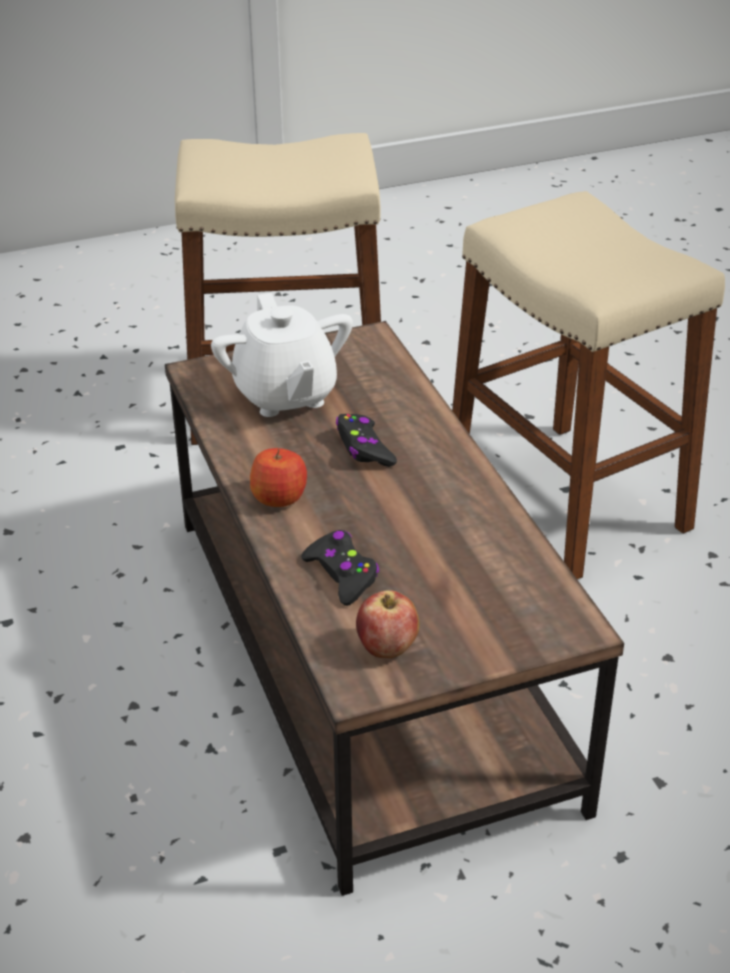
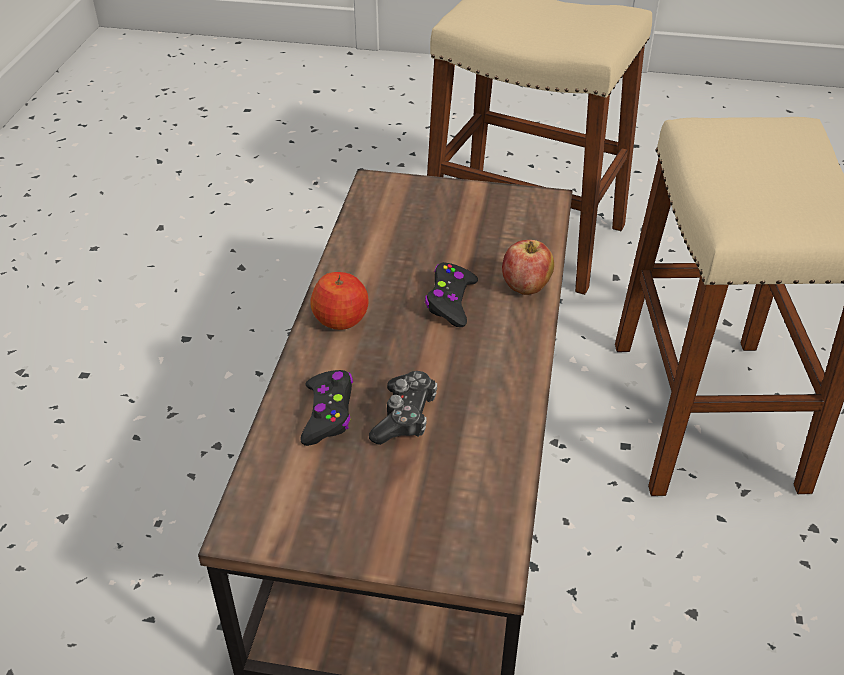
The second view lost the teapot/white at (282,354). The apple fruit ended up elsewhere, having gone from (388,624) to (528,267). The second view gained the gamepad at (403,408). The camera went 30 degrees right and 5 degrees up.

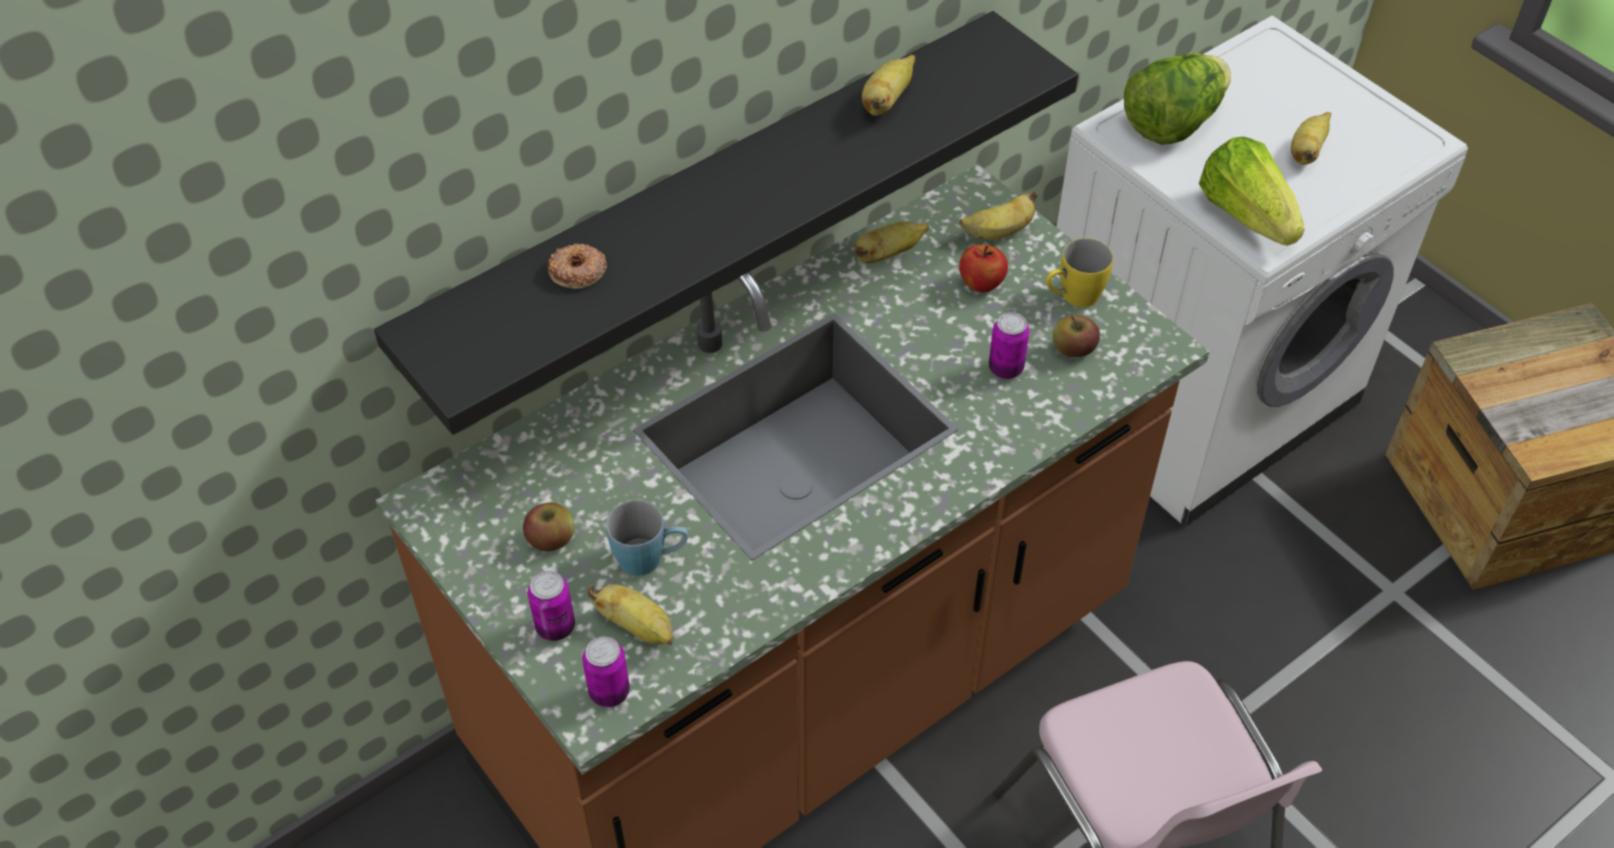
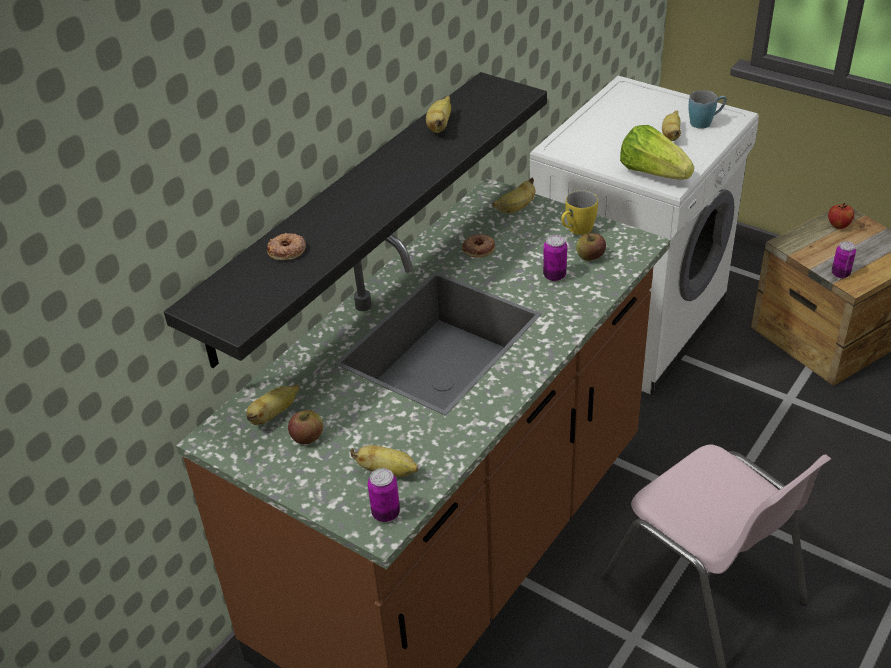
The metal can ended up elsewhere, having gone from (551,606) to (844,259). The tea mug/blue ended up elsewhere, having gone from (647,538) to (708,109). The banana ended up elsewhere, having gone from (892,242) to (273,405). The apple fruit ended up elsewhere, having gone from (983,268) to (841,216). The second view lost the lettuce at (1177,99). The second view gained the ring doughnut at (478,246). The camera went 15 degrees left and 10 degrees down.

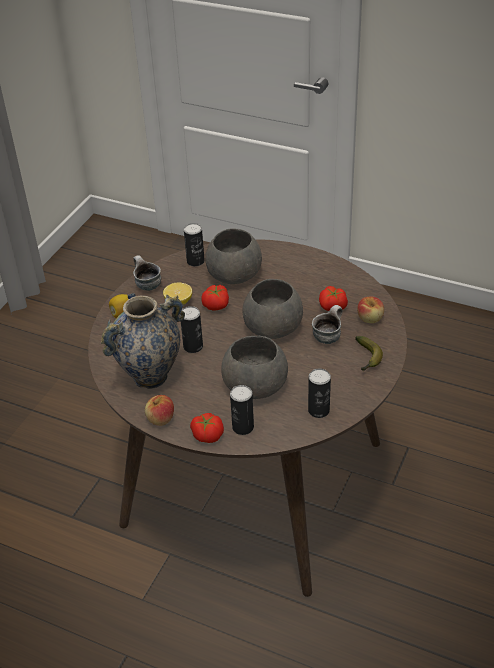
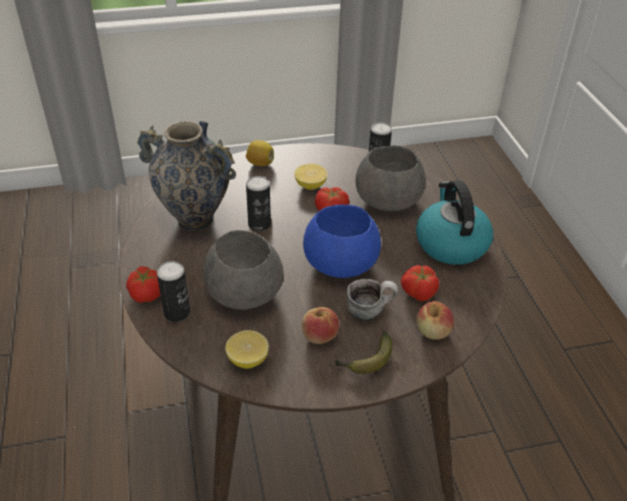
The second view lost the tea mug at (147,272). The apple fruit ended up elsewhere, having gone from (159,410) to (320,325). What was the deep dish/greyish at (272,309) turned into the deep dish/blue at (342,241). Where the metal can stood at (319,393), the lemon came to stand at (247,349). The second view gained the water kettle at (454,222). The camera went 50 degrees right and 0 degrees up.

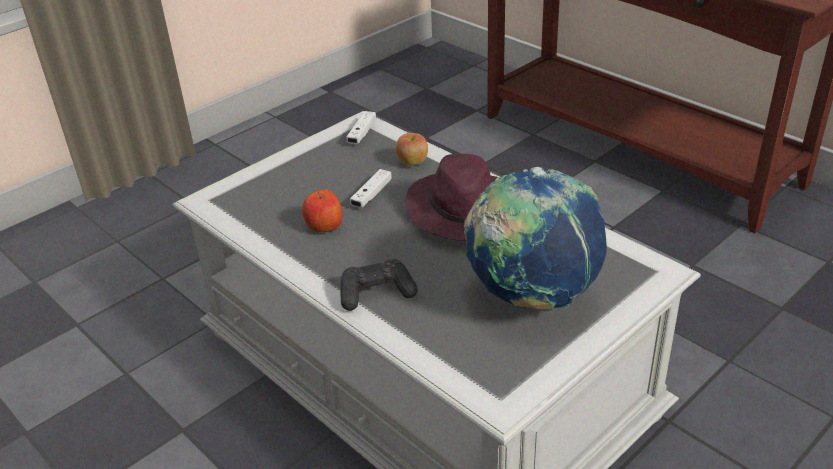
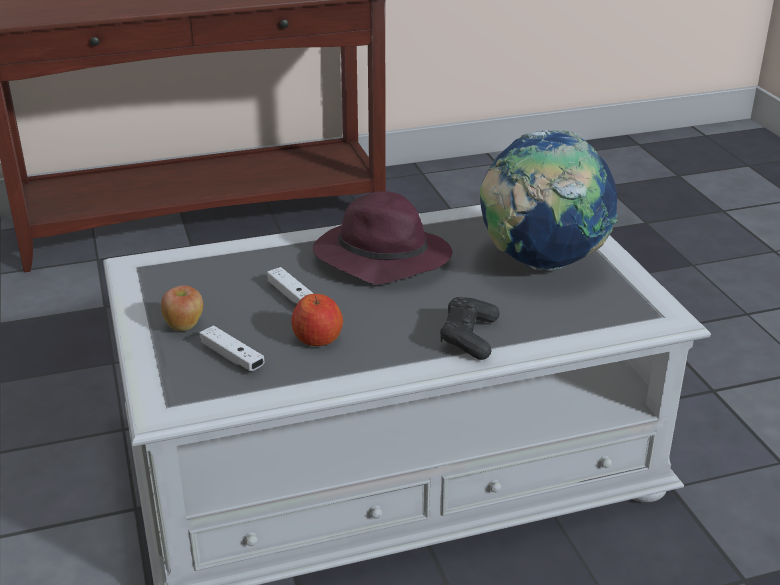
The gamepad/white ended up elsewhere, having gone from (361,127) to (232,348). The apple fruit ended up elsewhere, having gone from (412,149) to (182,308). The camera went 65 degrees left and 5 degrees down.

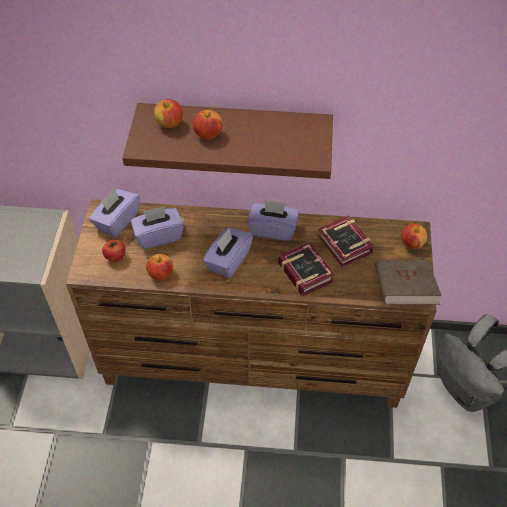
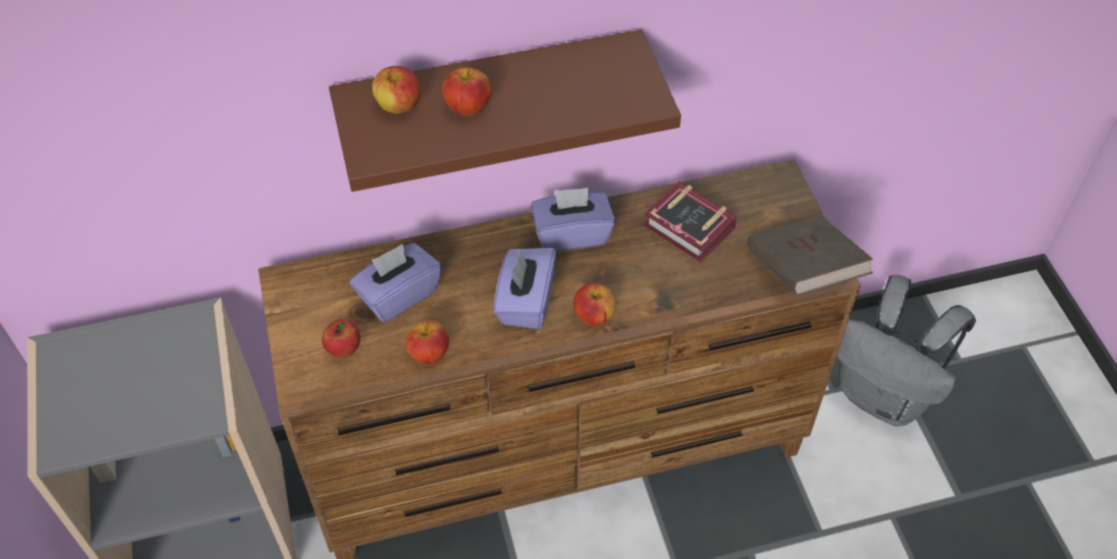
The second view lost the tissue box/purplish at (114,212). The second view lost the book at (306,269). The apple fruit ended up elsewhere, having gone from (414,236) to (594,304). The camera went 20 degrees left and 0 degrees up.

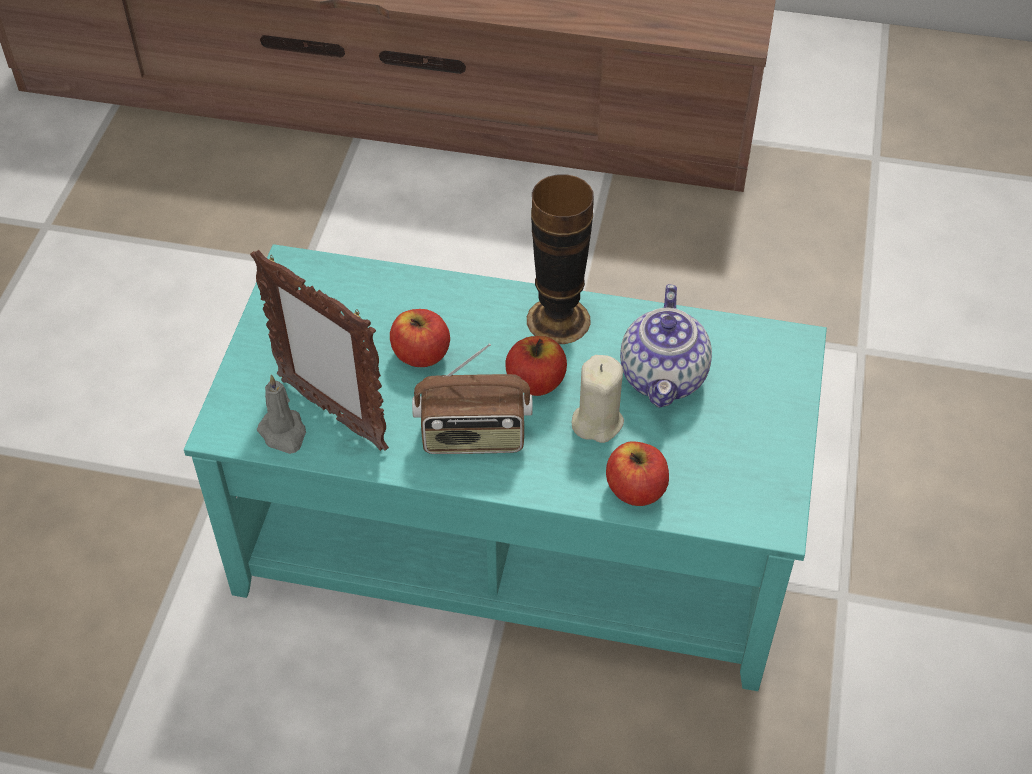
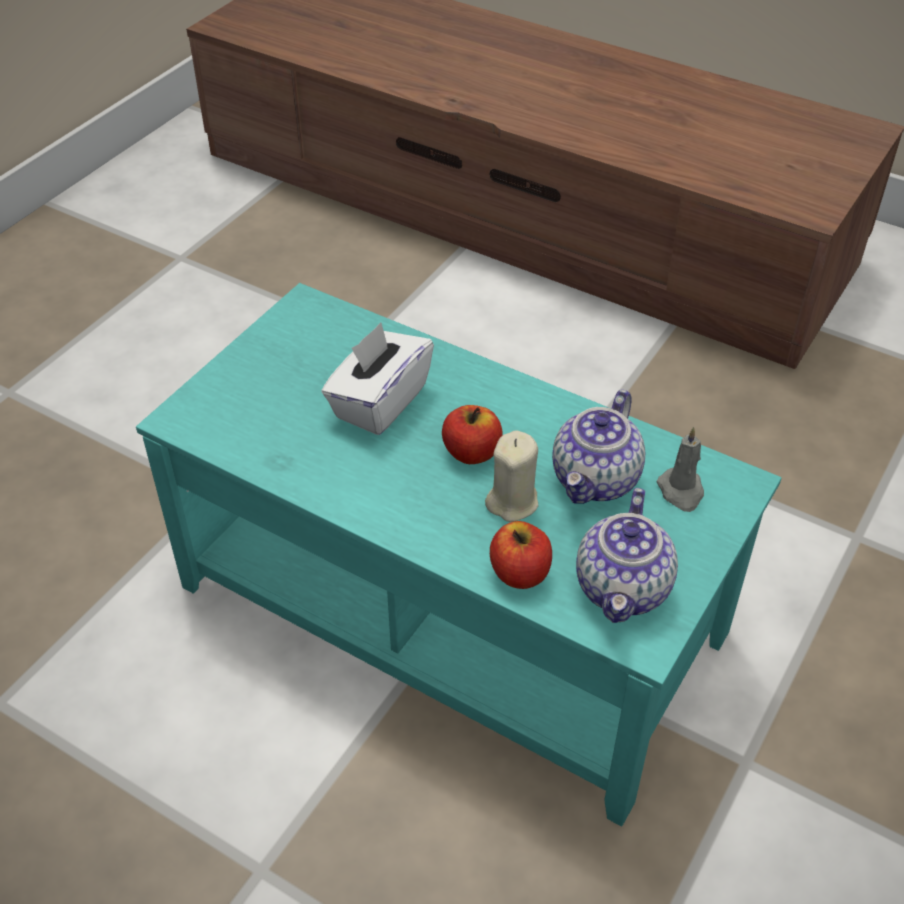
The second view lost the photo frame at (319,350). The wax light/greyish ended up elsewhere, having gone from (281,414) to (680,469). Where the apple fruit stood at (420,338), the tissue box/white came to stand at (377,378). The second view lost the radio at (472,398). The second view lost the flower vase at (560,259). The second view gained the teapot at (627,555). The camera went 20 degrees right and 5 degrees down.

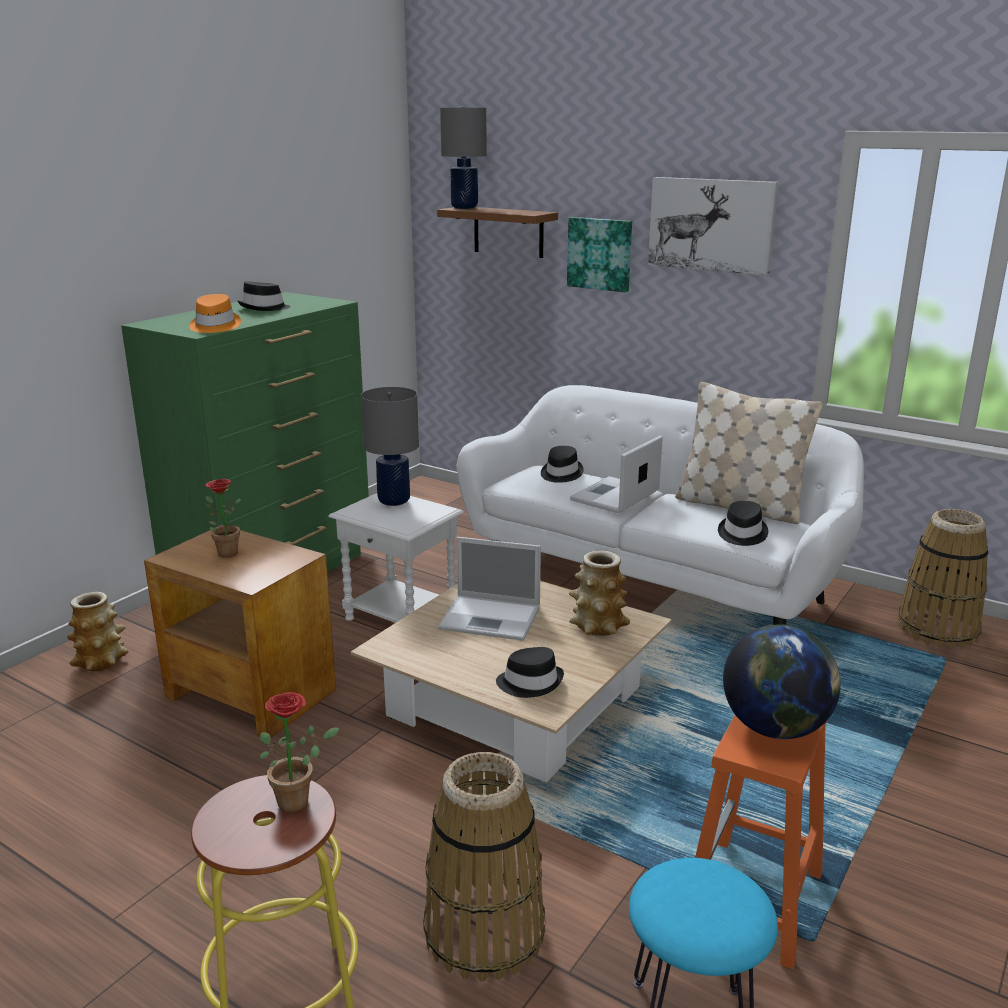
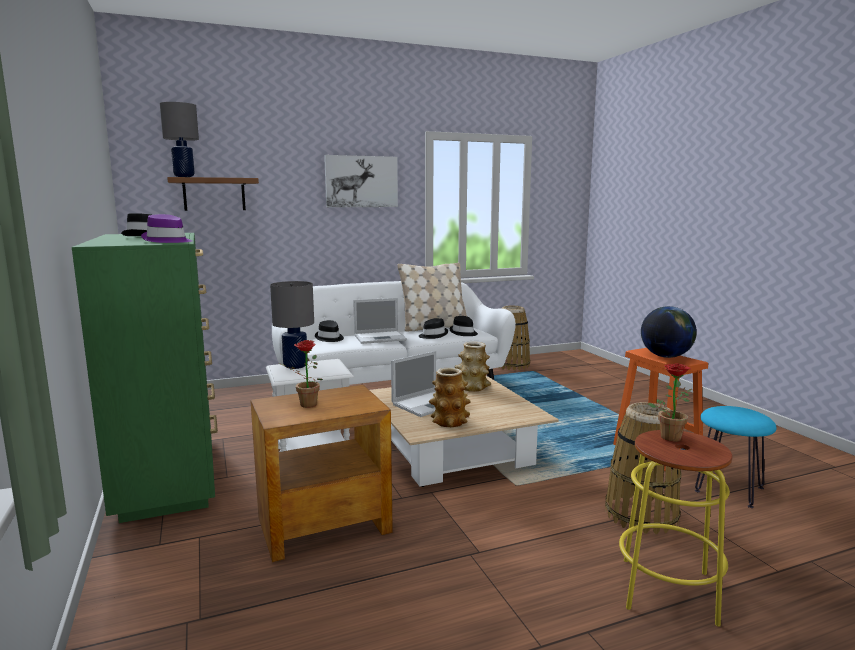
The flower vase ended up elsewhere, having gone from (97,631) to (450,397). What was the clothing hat/orangey at (215,313) turned into the clothing hat/purplish at (166,228). The clothing hat/black ended up elsewhere, having gone from (530,672) to (433,328). The second view lost the picture at (599,254). The portable computer at (616,474) ended up facing another way, 90 degrees counterclockwise from before. The camera went 55 degrees left and 10 degrees down.

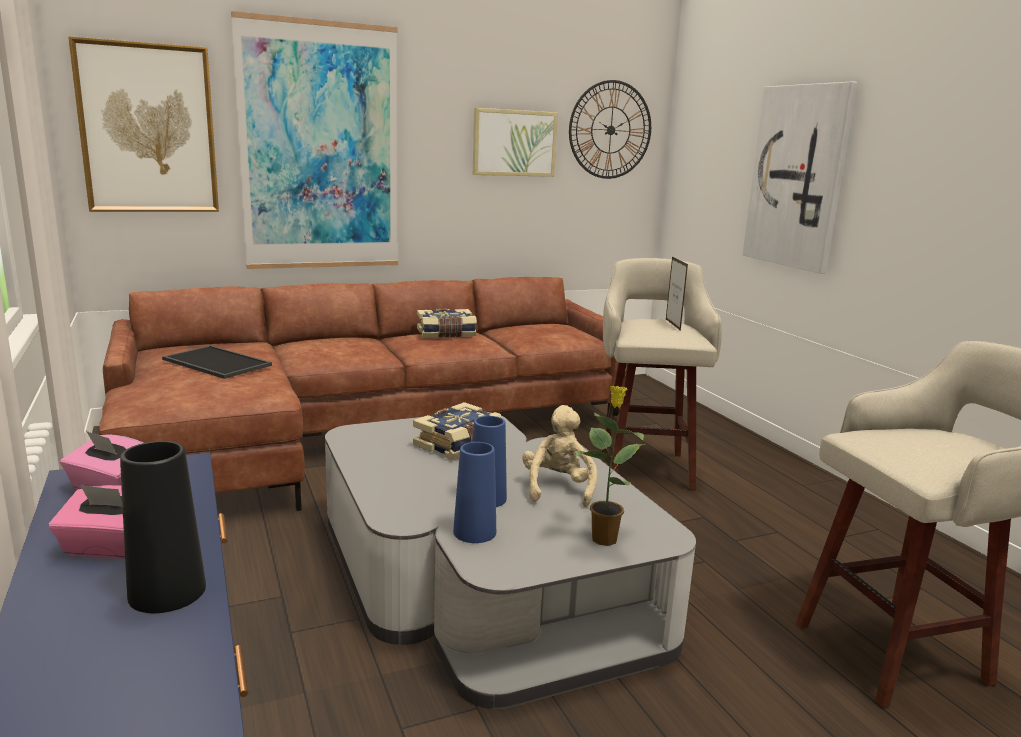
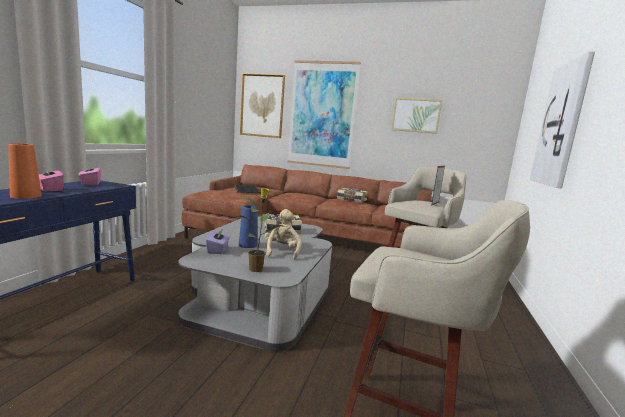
What was the flower vase/black at (163,527) turned into the flower vase/orangey at (25,171). Where the flower vase/blue stood at (474,492), the tissue box/purplish came to stand at (218,241). The cuddly toy/beige at (559,456) ended up facing another way, 45 degrees counterclockwise from before. The second view lost the wall clock at (610,129). The camera went 40 degrees right and 5 degrees down.

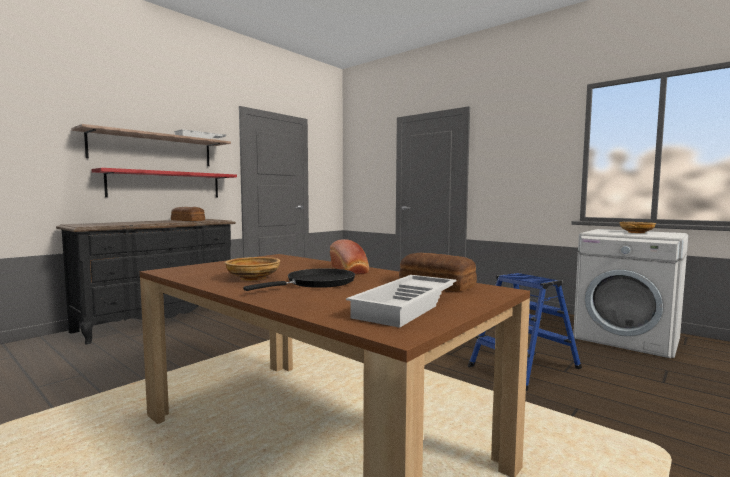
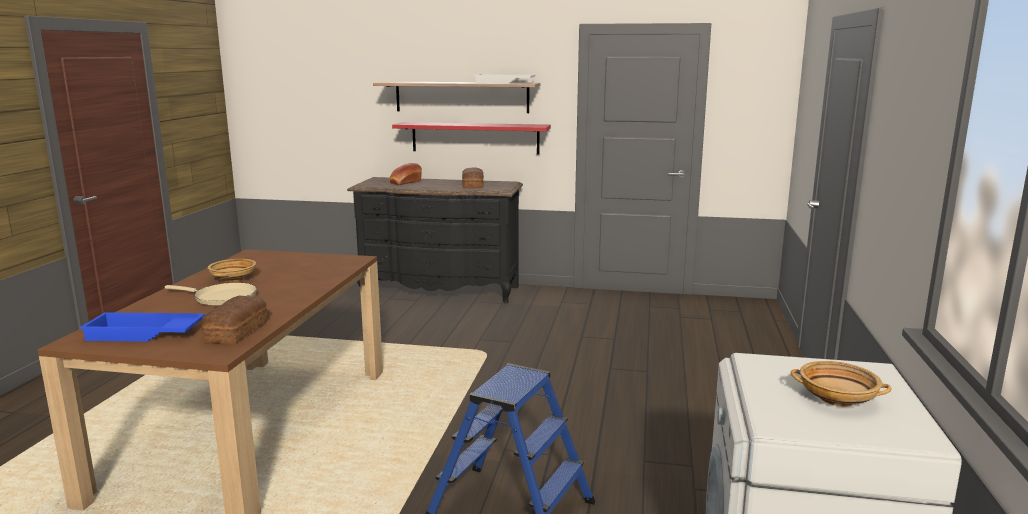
What was the frying pan/black at (299,279) turned into the frying pan/beige at (211,294). The baked bread ended up elsewhere, having gone from (349,257) to (406,174). What was the serving tray/white at (401,301) turned into the serving tray/blue at (142,327). The camera went 60 degrees right and 10 degrees up.

